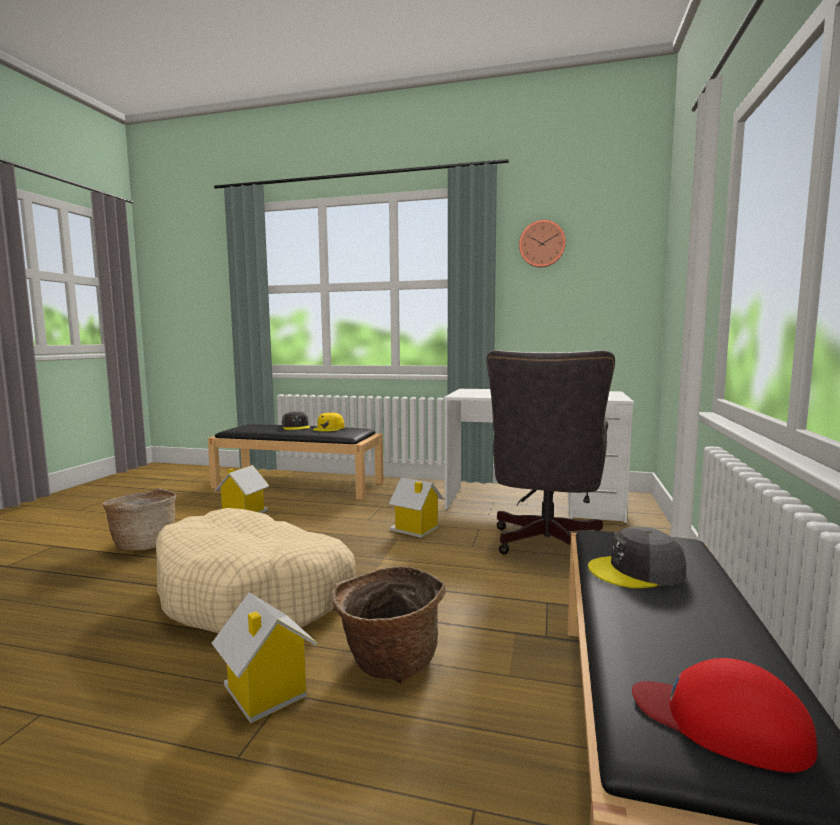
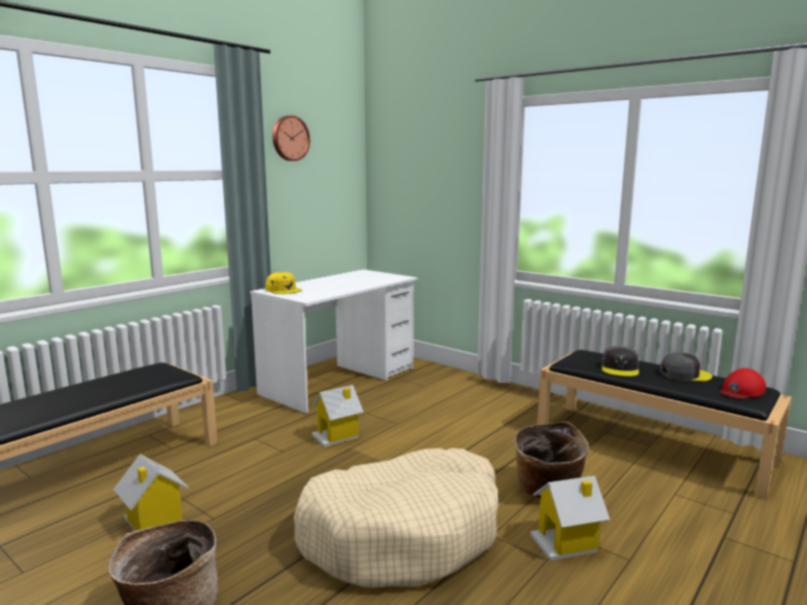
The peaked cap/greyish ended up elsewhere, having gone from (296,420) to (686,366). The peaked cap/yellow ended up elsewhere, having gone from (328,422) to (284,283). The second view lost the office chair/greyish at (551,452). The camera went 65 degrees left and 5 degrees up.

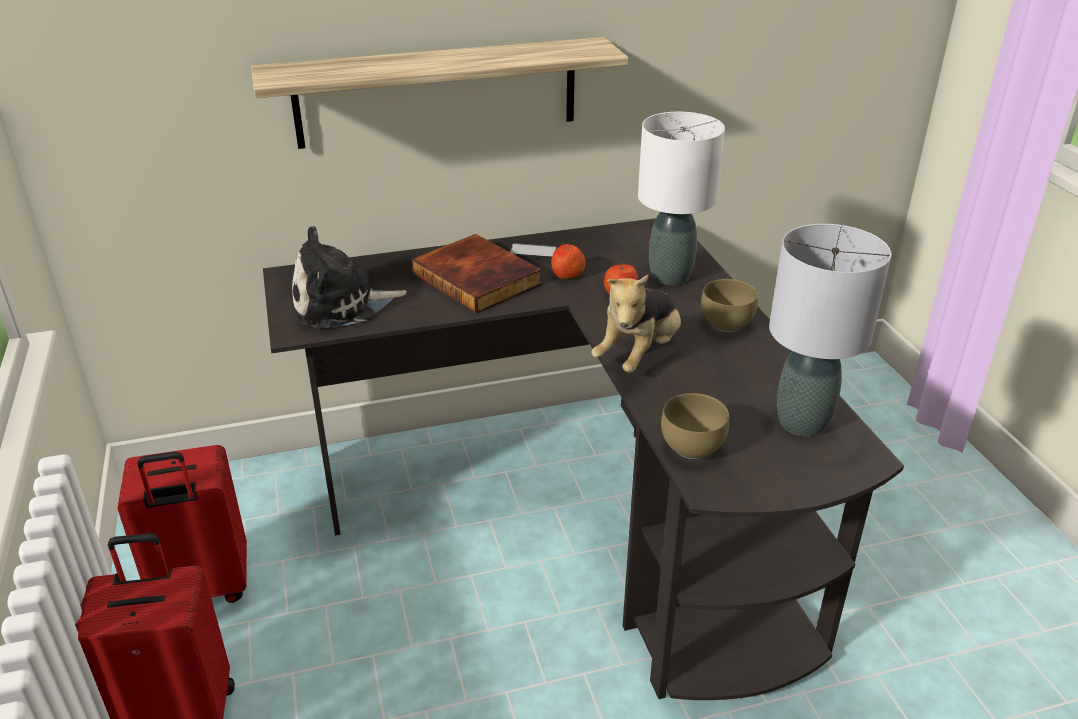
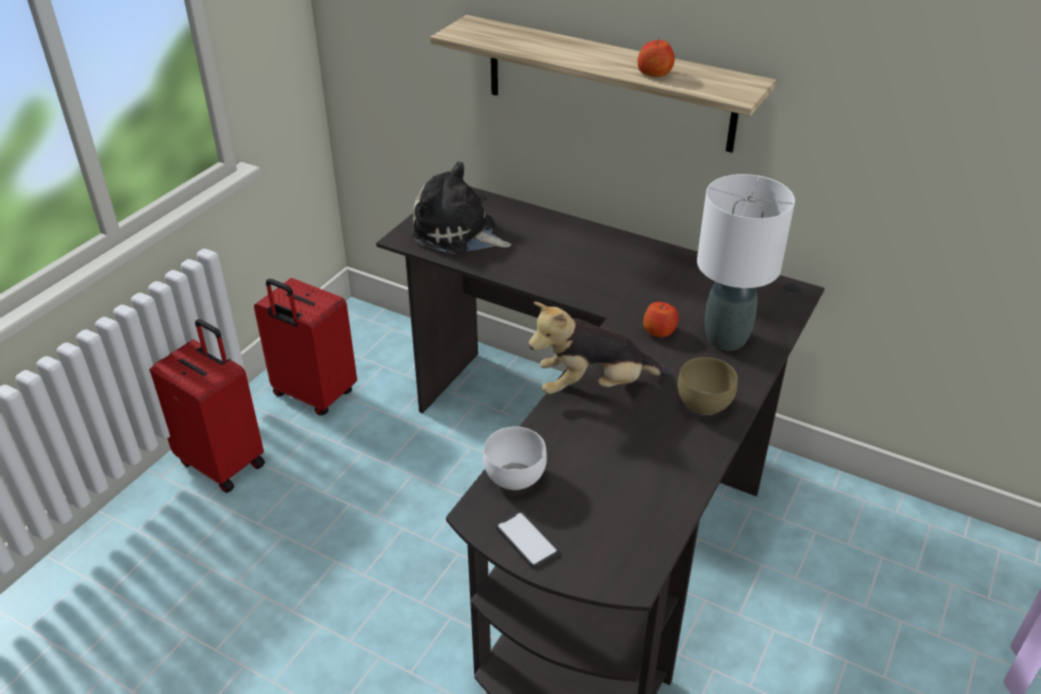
The second view lost the book at (477,273). The handset ended up elsewhere, having gone from (533,251) to (527,539). The apple fruit ended up elsewhere, having gone from (568,261) to (656,57). What was the deep dish/brownish at (695,426) turned into the deep dish/white at (515,458). The second view lost the tabletop lamp/greyish at (830,330). The camera went 45 degrees right and 5 degrees up.

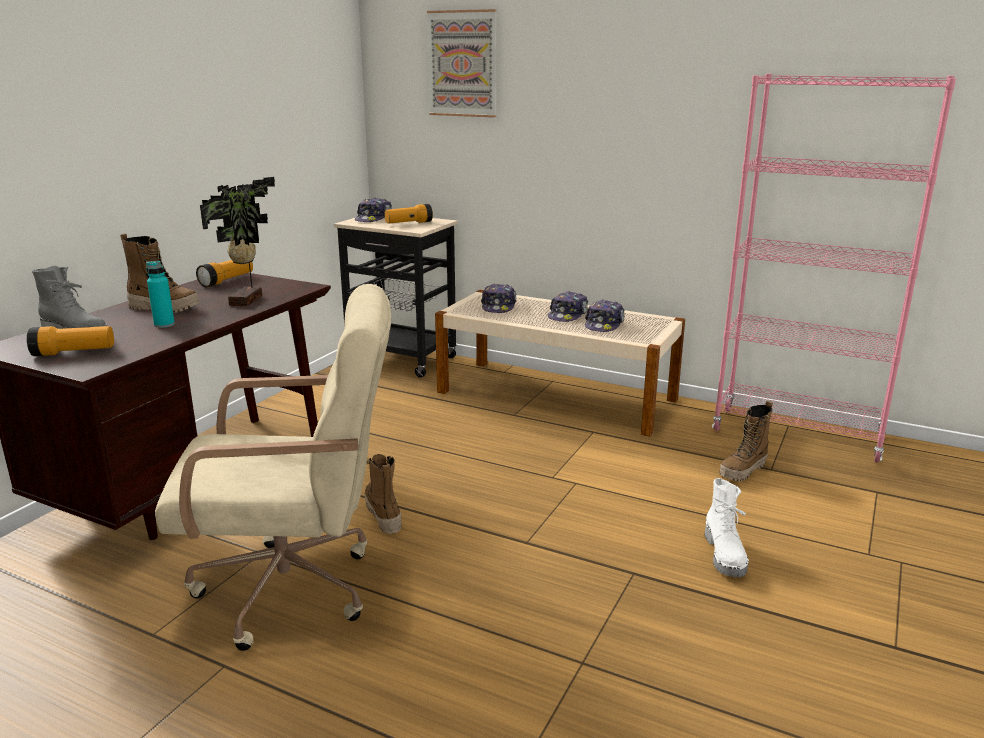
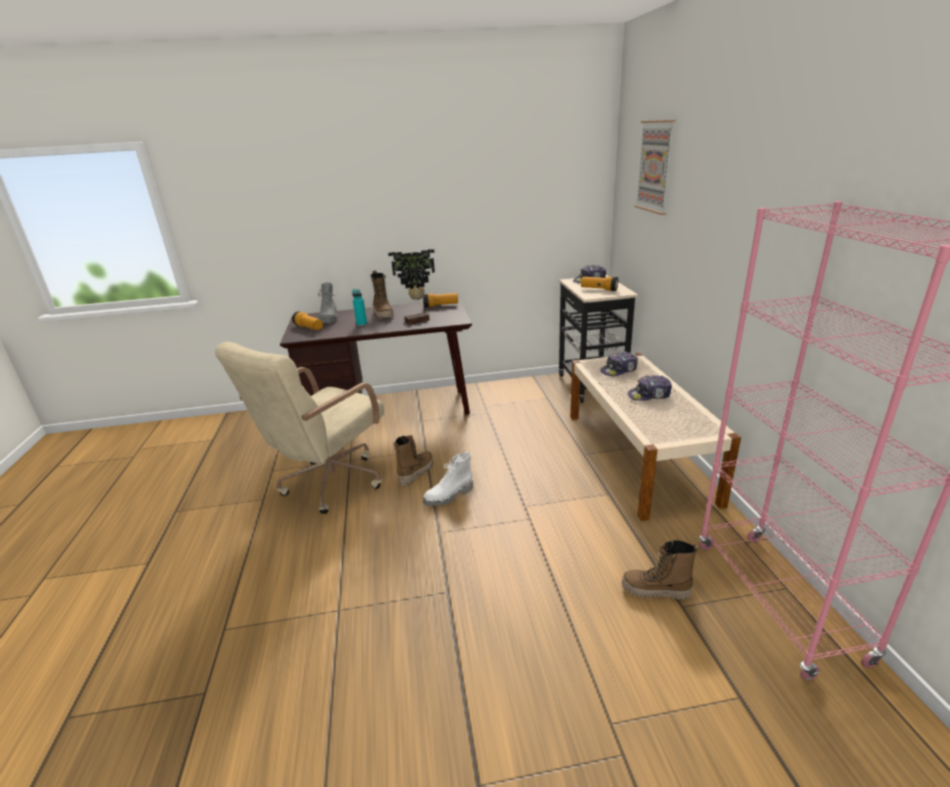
The office chair/beige at (273,467) ended up facing another way, 75 degrees clockwise from before. The second view lost the peaked cap at (605,316). The high-top boot/white ended up elsewhere, having gone from (727,527) to (448,479). The camera went 55 degrees right and 5 degrees up.

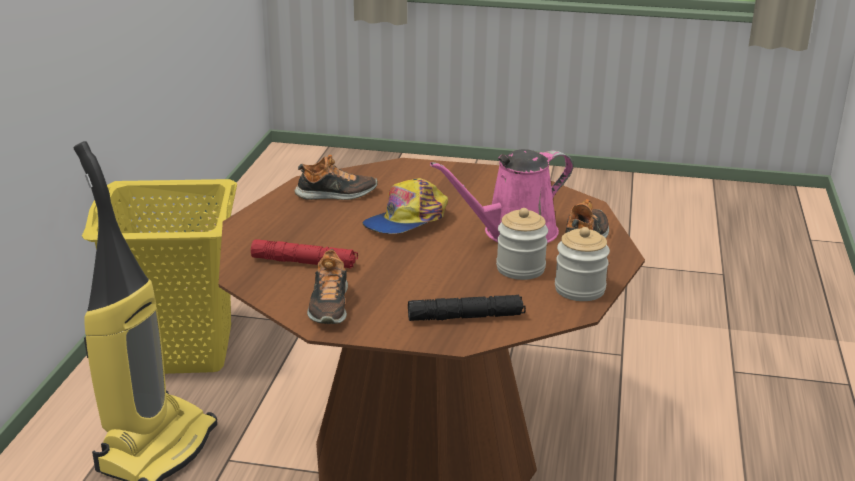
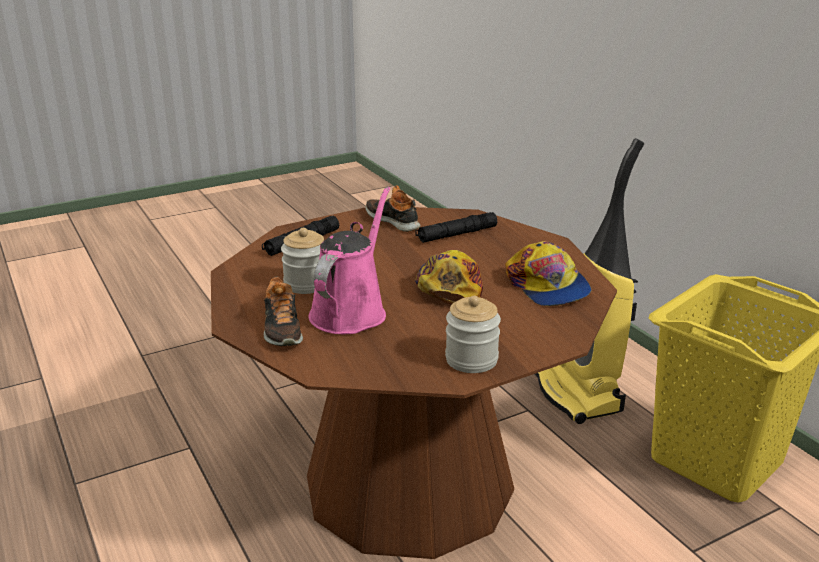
What was the torch/reddish at (304,254) turned into the torch/black at (456,227). Where the low shoe stood at (336,177), the peaked cap came to stand at (548,273). The preserve jar ended up elsewhere, having gone from (582,264) to (473,334). The camera went 140 degrees right and 0 degrees up.

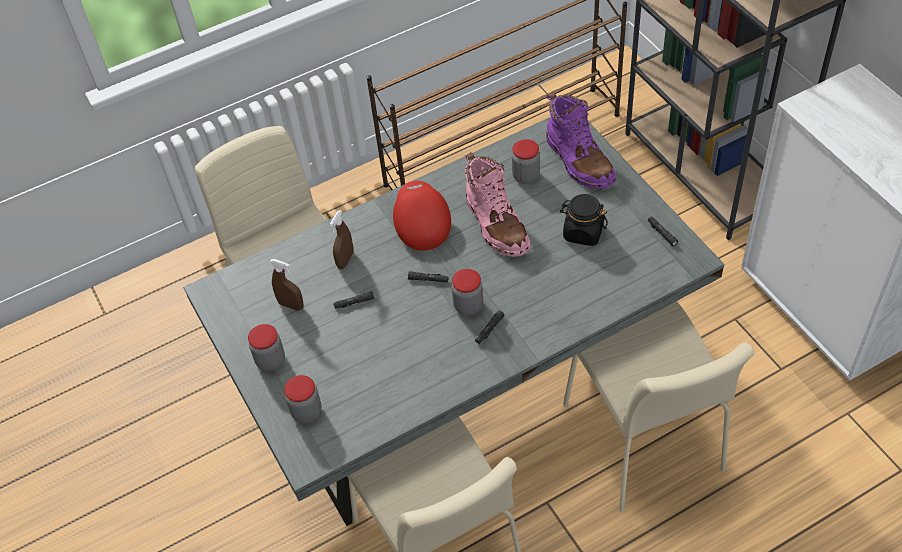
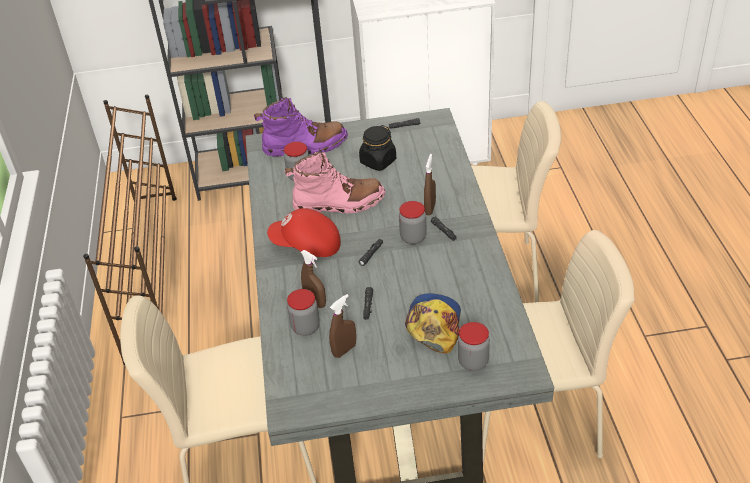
The preserve jar ended up elsewhere, having gone from (266,347) to (303,312). The second view gained the peaked cap at (433,323). The second view gained the spray bottle/brownish at (430,184). The camera went 70 degrees left and 10 degrees down.

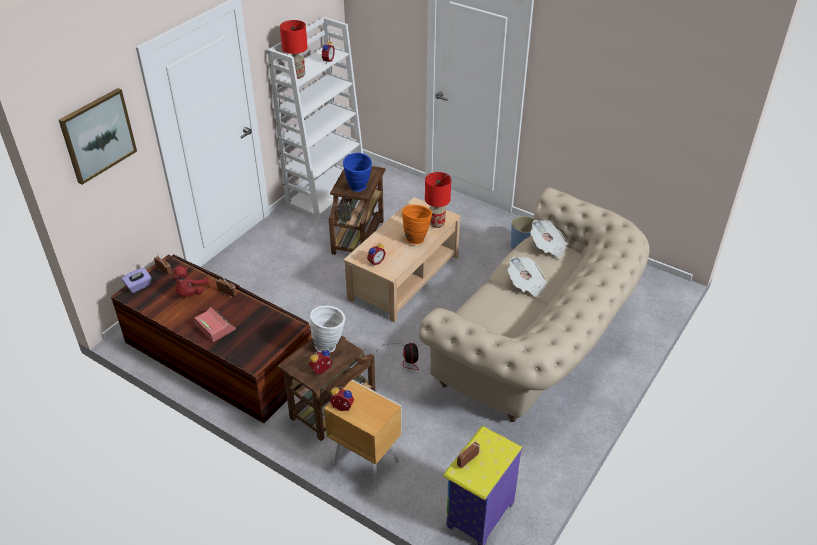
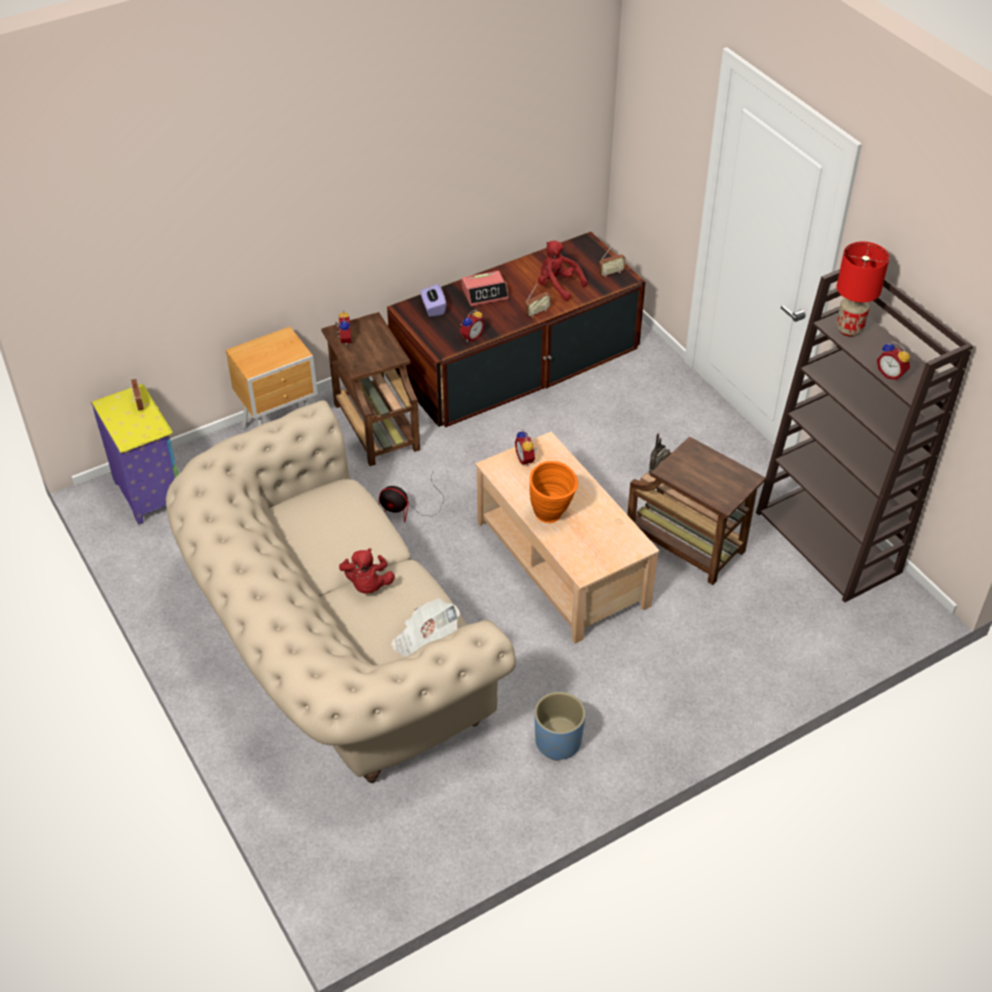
The second view lost the picture at (98,136). The tissue box/purplish ended up elsewhere, having gone from (137,280) to (433,300). What was the shelving unit/white at (315,118) turned into the shelving unit/brownish at (864,435). The second view lost the flower vase/white at (327,329). The alarm clock ended up elsewhere, having gone from (342,399) to (472,325). The second view lost the flower vase/blue at (357,172). The second view lost the tabletop lamp/reddish at (438,200). Where the printed paper stood at (527,277), the cuddly toy/reddish came to stand at (367,571). The camera went 115 degrees right and 5 degrees up.

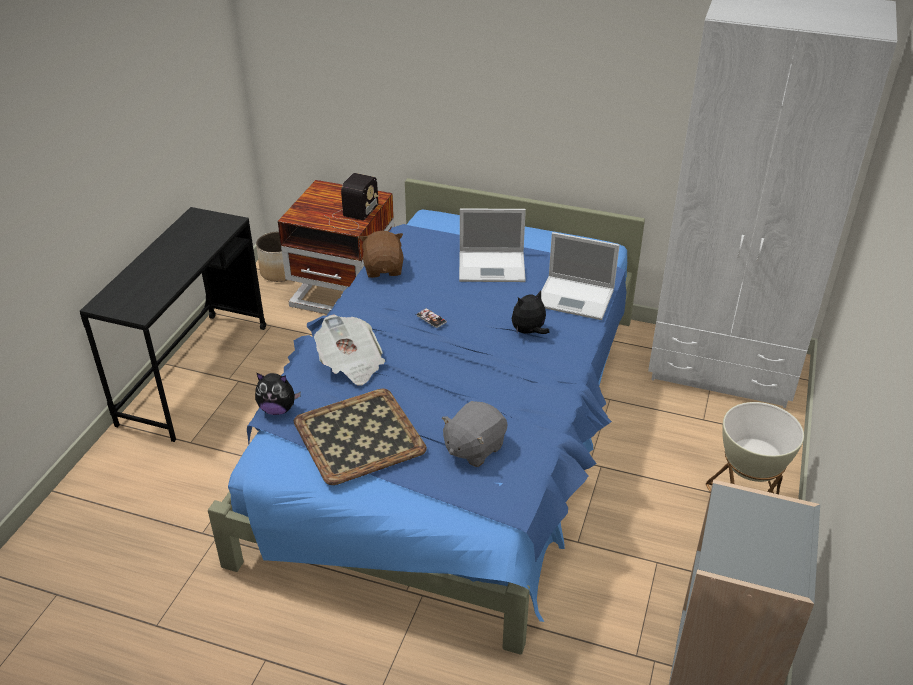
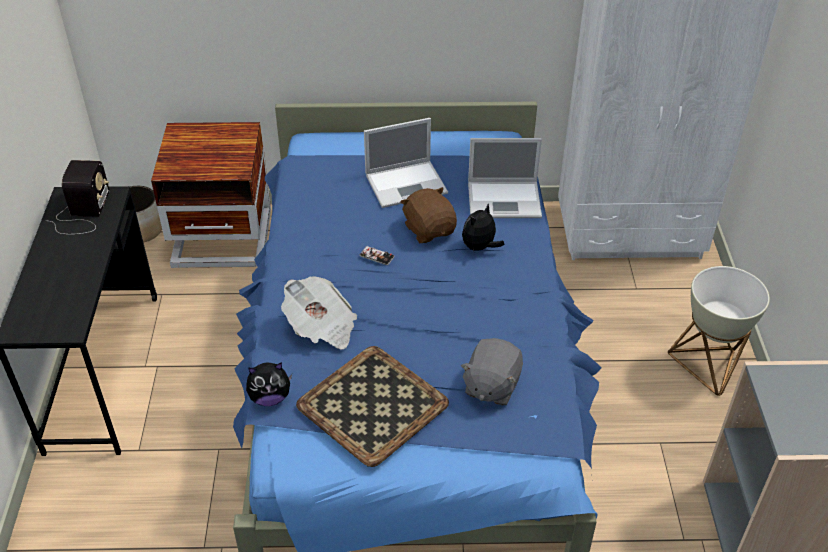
The radio ended up elsewhere, having gone from (352,201) to (77,197). The cuddly toy/brownish ended up elsewhere, having gone from (381,254) to (429,215). The camera went 20 degrees left and 5 degrees up.

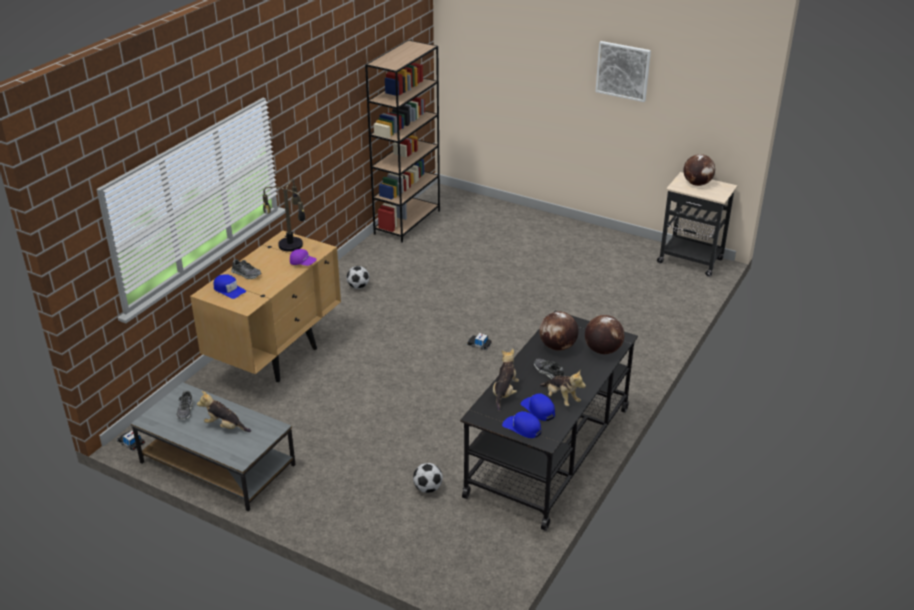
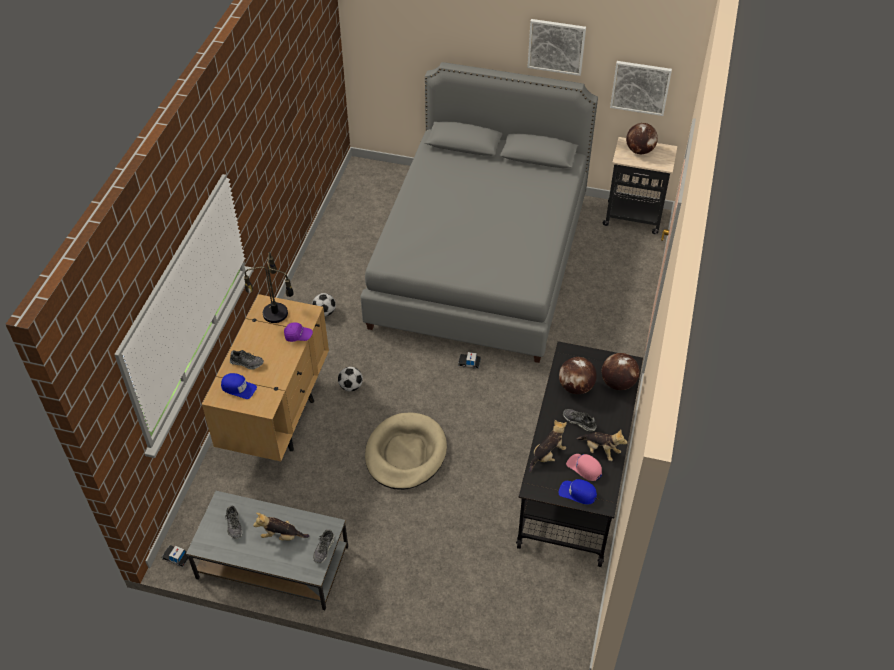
The second view lost the shelving unit/beige at (402,141). The football ended up elsewhere, having gone from (428,478) to (350,379). The cuddly toy at (506,380) ended up facing another way, 45 degrees clockwise from before. What was the peaked cap/blue at (538,407) turned into the peaked cap/pinkish at (584,467). The second view gained the low shoe at (323,546). The second view gained the sleeping bed/greyish at (479,212). The second view gained the dog cushion/beige at (406,451). The second view gained the picture at (641,88). The camera went 15 degrees left and 15 degrees up.

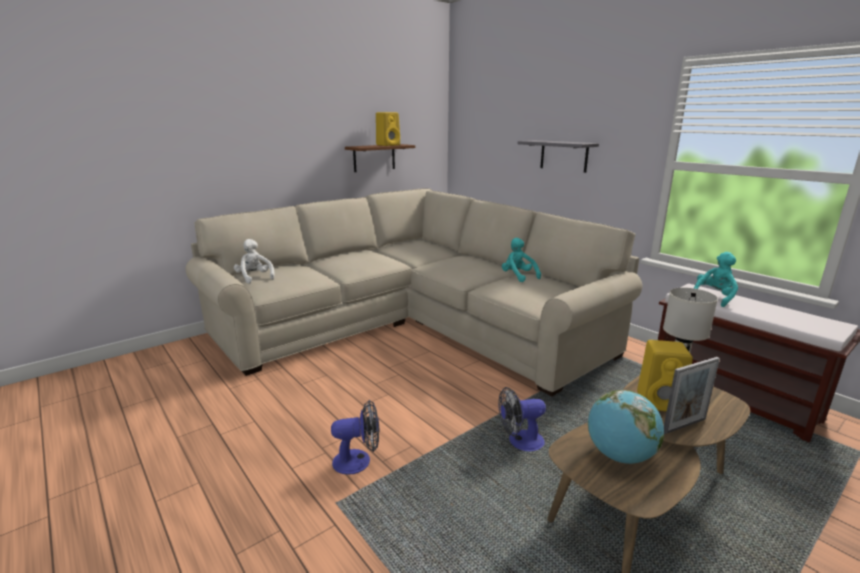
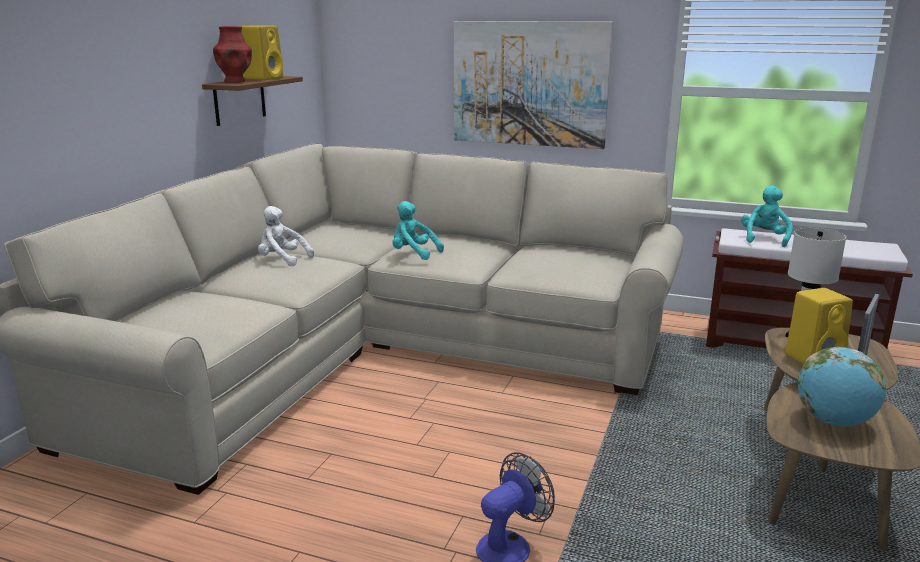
The cuddly toy/white ended up elsewhere, having gone from (254,261) to (286,236). The second view lost the cooling fan at (522,419). The cuddly toy/blue-green ended up elsewhere, having gone from (521,260) to (418,230). Where the shelf/greyish hung at (558,156), the picture came to hang at (533,85). The second view gained the flower vase/reddish at (232,54). The camera went 30 degrees left and 0 degrees up.

